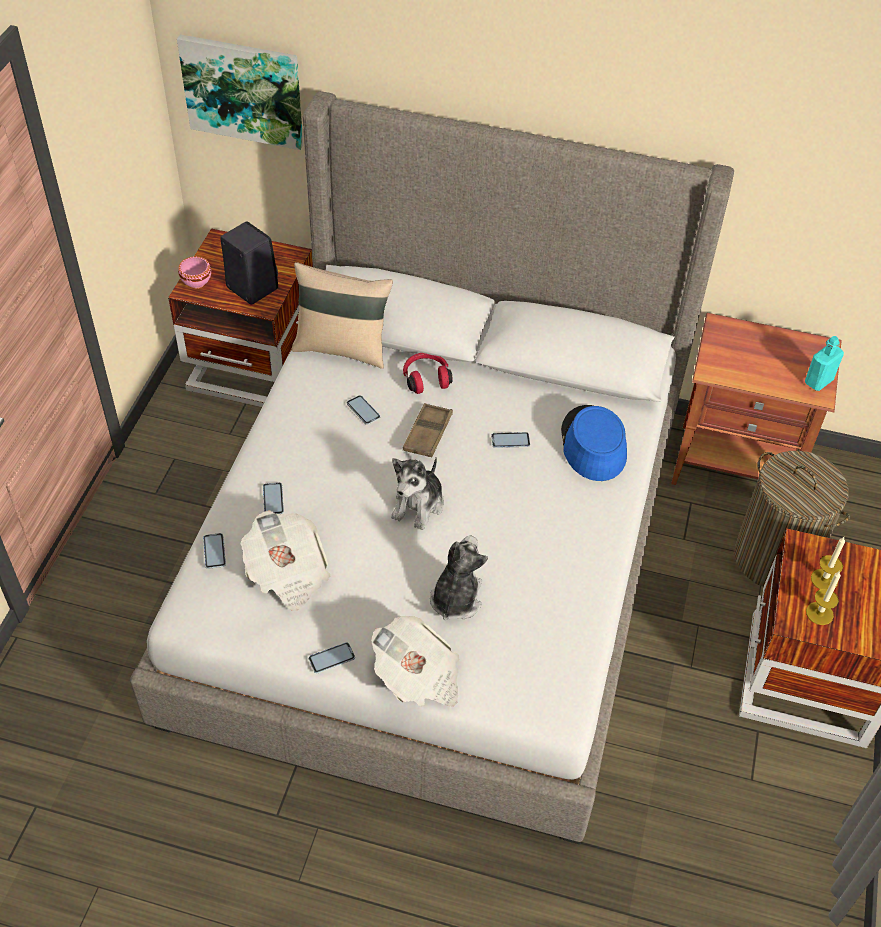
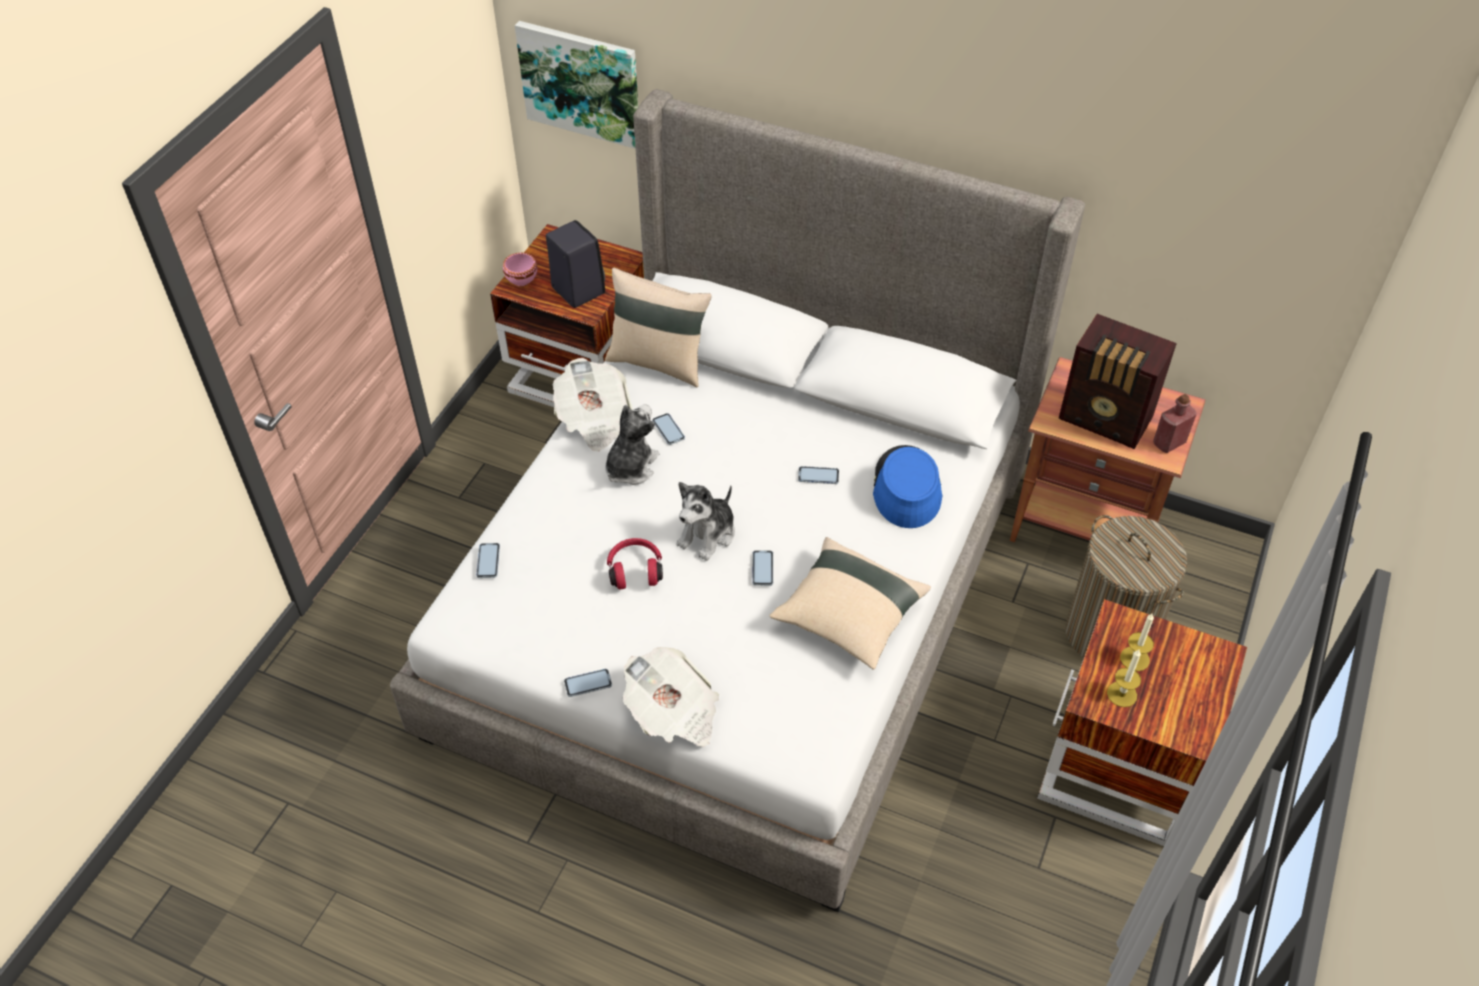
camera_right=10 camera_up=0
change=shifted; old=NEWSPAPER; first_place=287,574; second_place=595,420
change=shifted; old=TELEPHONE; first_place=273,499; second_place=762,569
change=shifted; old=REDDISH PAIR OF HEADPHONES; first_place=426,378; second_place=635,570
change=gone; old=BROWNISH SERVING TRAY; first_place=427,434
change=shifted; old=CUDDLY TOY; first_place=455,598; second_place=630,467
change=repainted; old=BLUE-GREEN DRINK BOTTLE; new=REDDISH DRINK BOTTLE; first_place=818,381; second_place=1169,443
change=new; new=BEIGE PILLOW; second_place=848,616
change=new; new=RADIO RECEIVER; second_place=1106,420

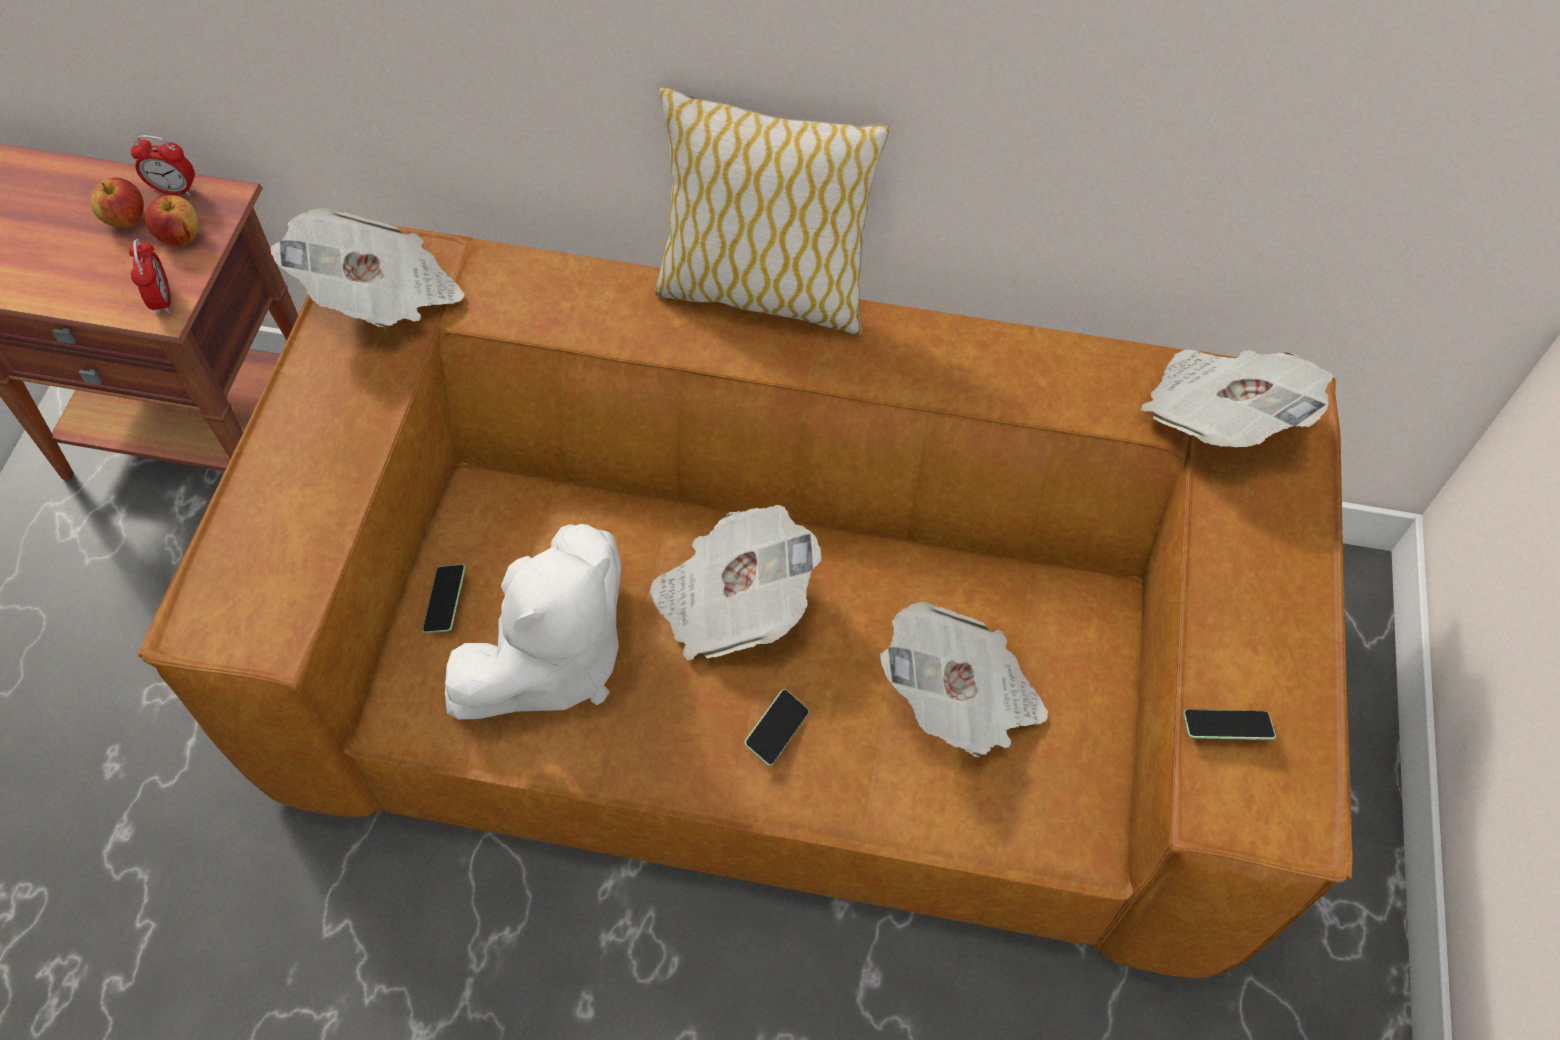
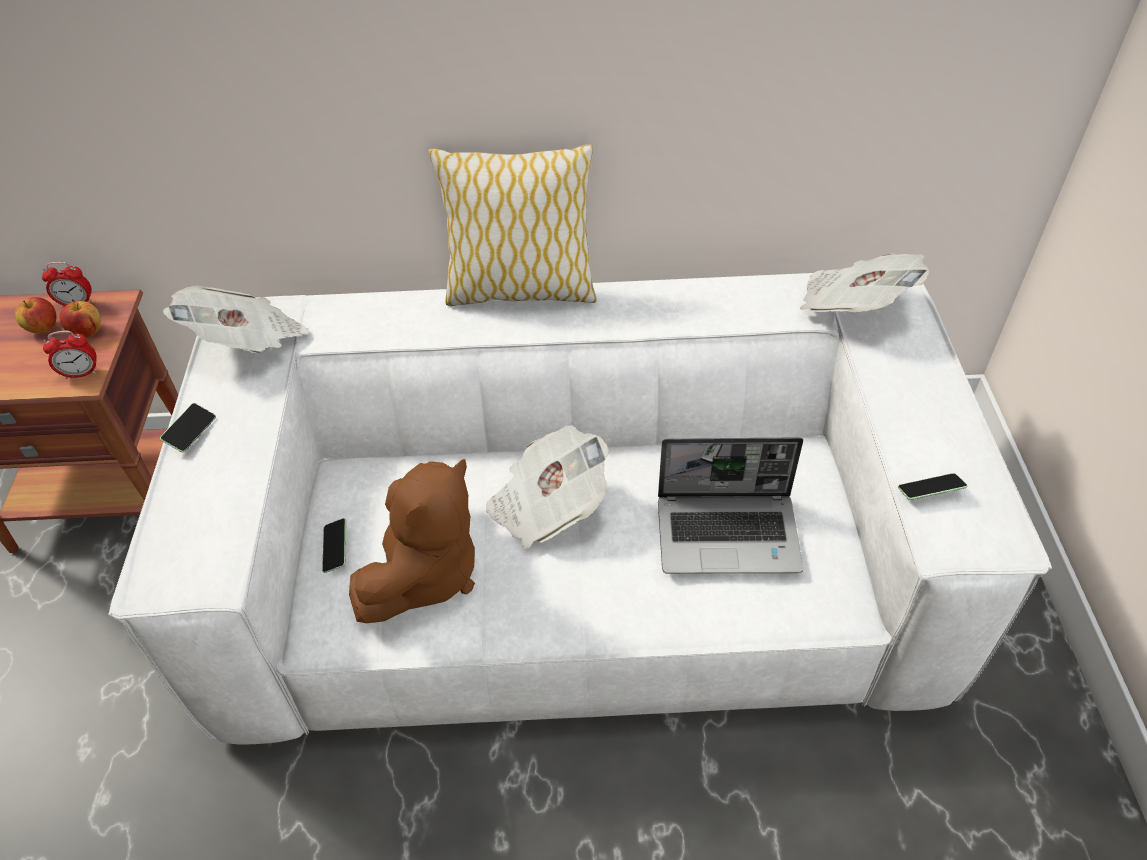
camera_right=-10 camera_up=-10
change=rotated; old=BEDSIDE CLOCK; first_place=162,300; second_place=81,373; degrees=105
change=repainted; old=BROWNISH COUCH; new=WHITE COUCH; first_place=775,670; second_place=578,570
change=repainted; old=WHITE CUDDLY TOY; new=BROWNISH CUDDLY TOY; first_place=551,661; second_place=425,573
change=shifted; old=TELEPHONE; first_place=777,731; second_place=191,433
change=swapped; old=NEWSPAPER; new=PORTABLE COMPUTER; first_place=960,699; second_place=729,533

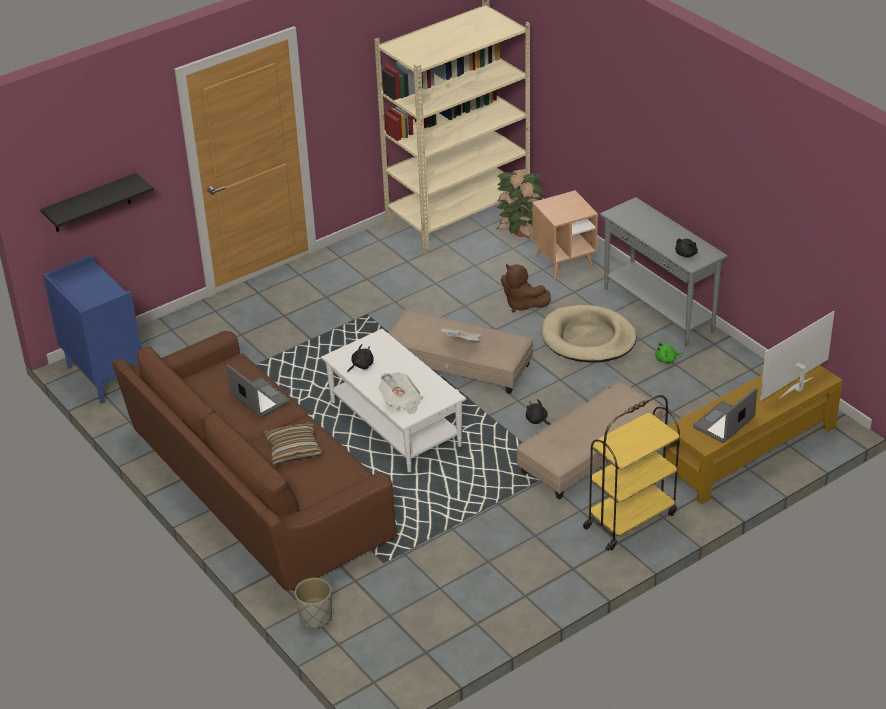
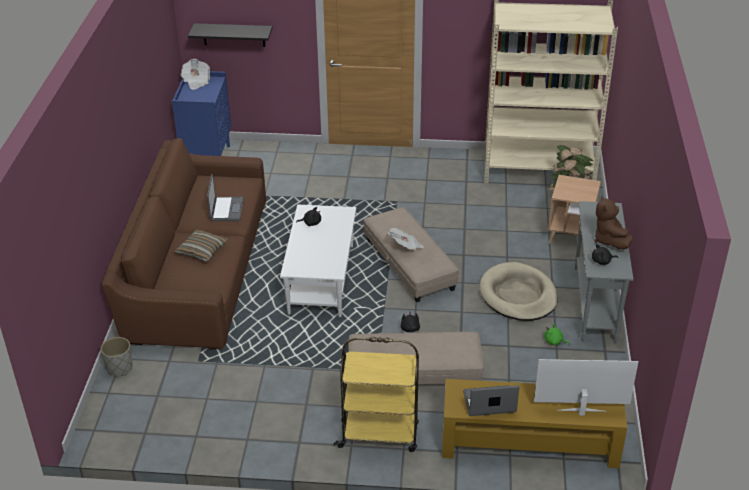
camera_right=40 camera_up=0
change=shifted; old=NEWSPAPER; first_place=401,402; second_place=196,81
change=shifted; old=BROWNISH CUDDLY TOY; first_place=522,304; second_place=609,240

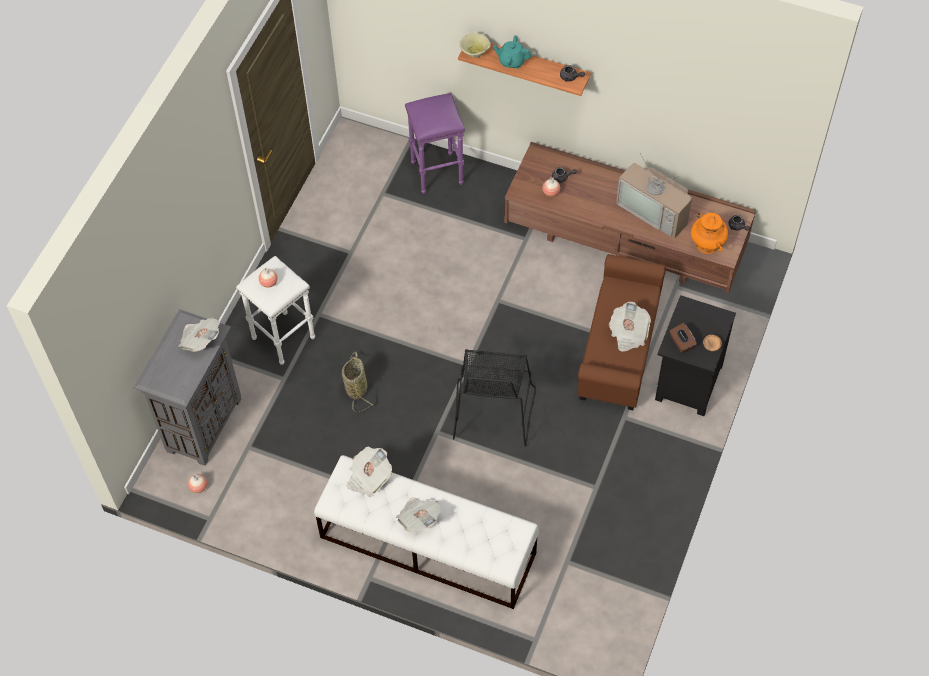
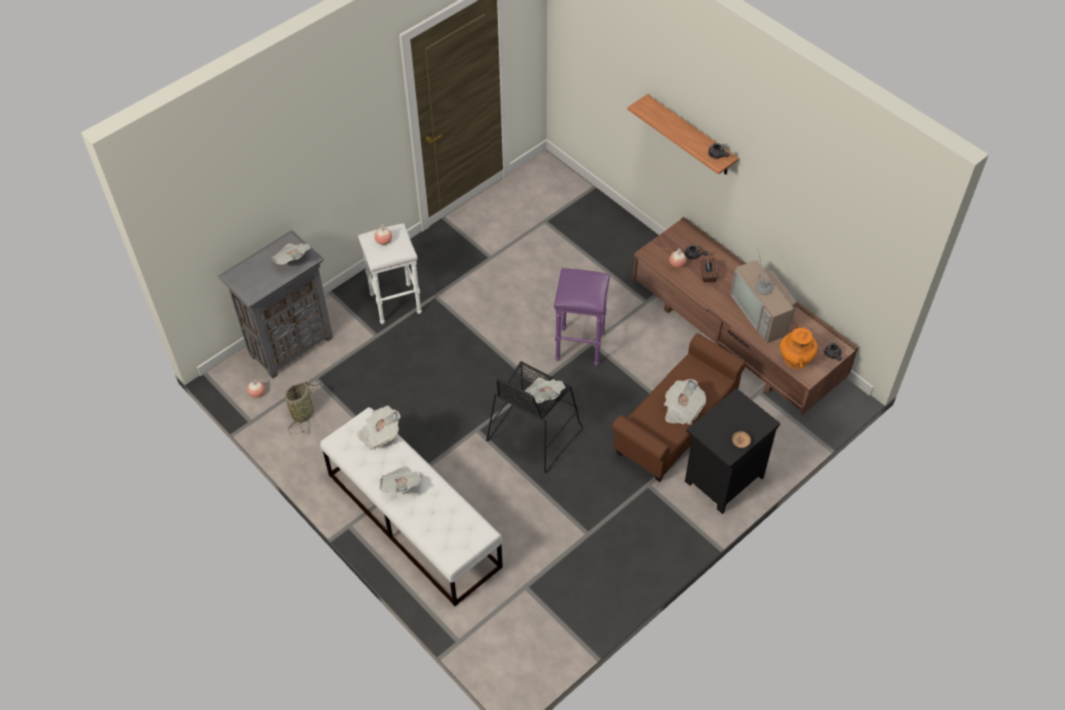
camera_right=25 camera_up=-5
change=shifted; old=HOUSEHOLD BASKET; first_place=356,387; second_place=303,412
change=shifted; old=PURPLISH STOOL; first_place=437,171; second_place=581,345
change=gone; old=BEIGE DEEP DISH; first_place=475,51
change=gone; old=BLUE-GREEN TEAPOT; first_place=511,61
change=shifted; old=BROWNISH BOX OF TISSUES; first_place=681,343; second_place=707,275
change=new; new=NEWSPAPER; second_place=543,396

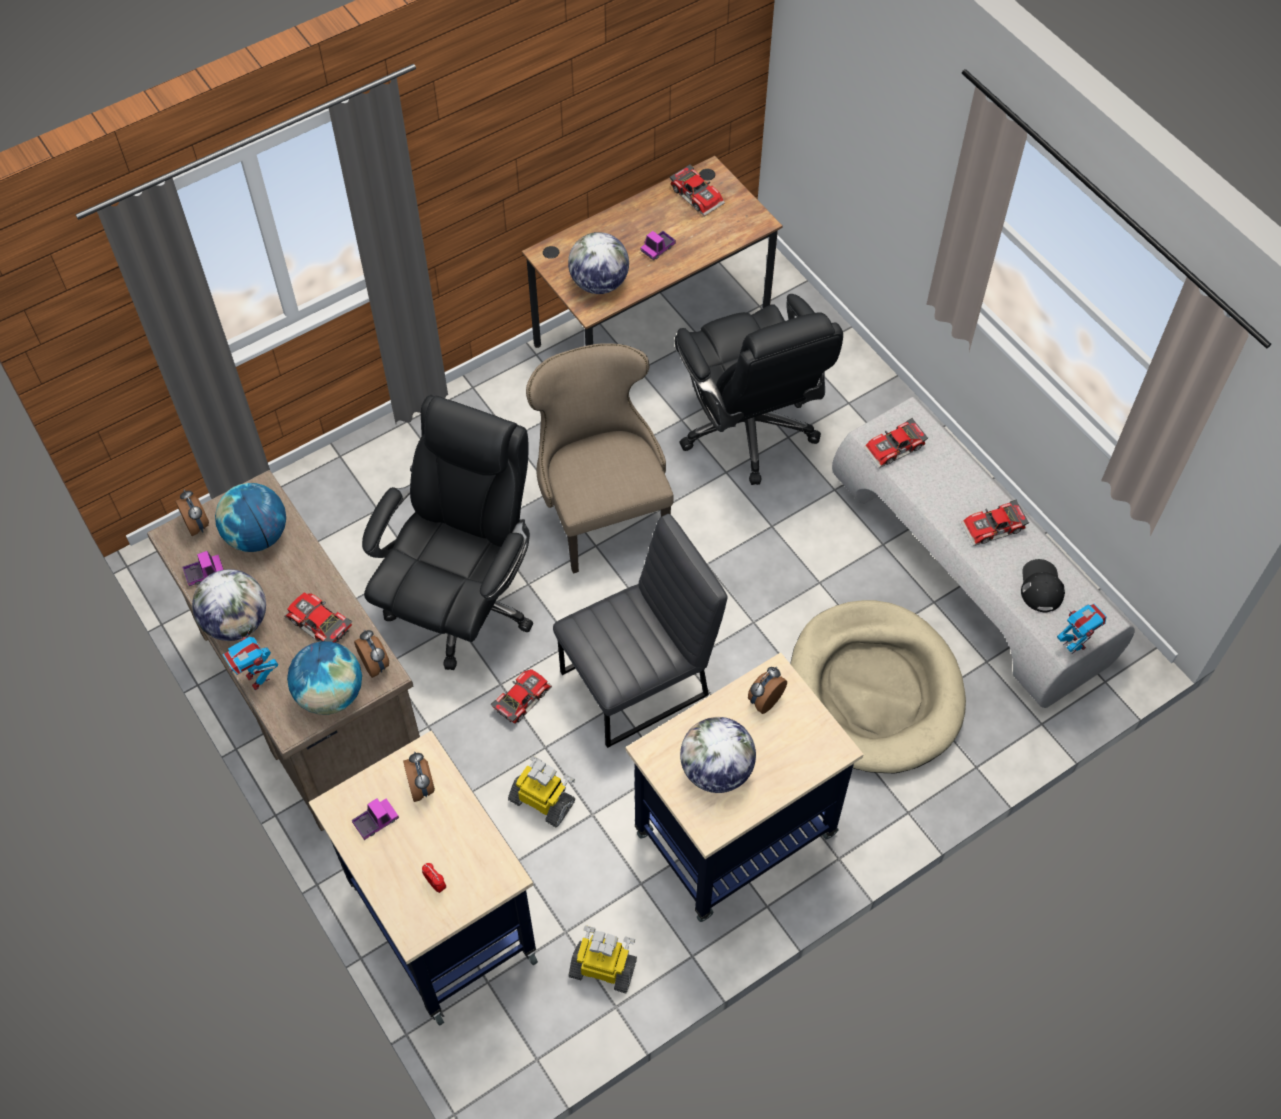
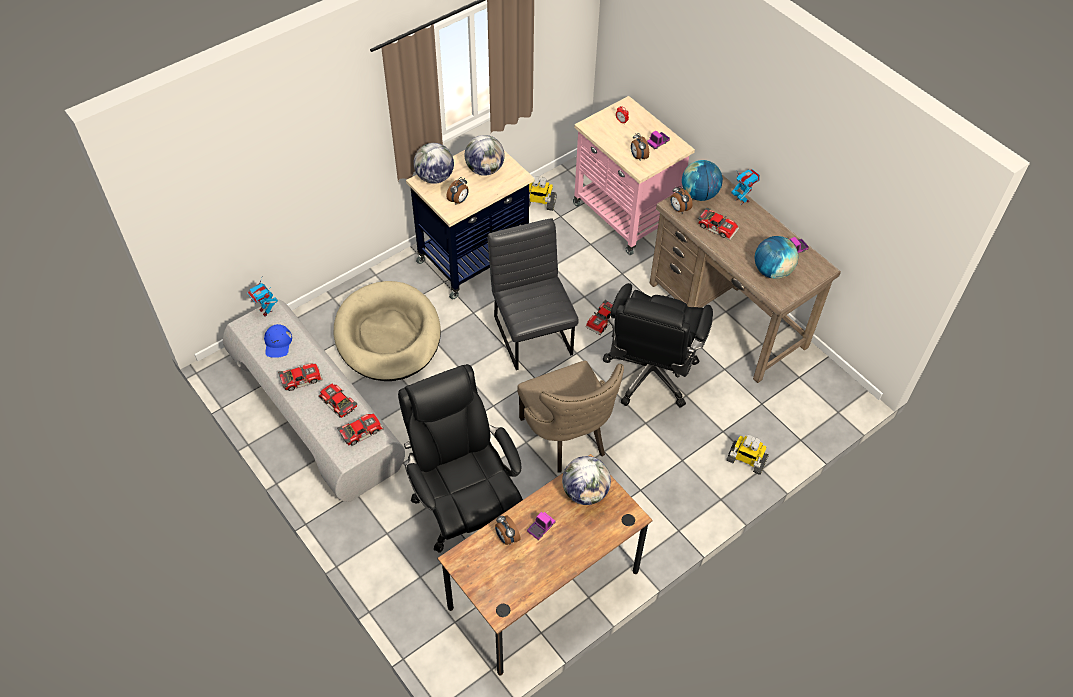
camera_right=175 camera_up=-5
change=shifted; old=BEDSIDE CLOCK; first_place=198,525; second_place=506,537
change=shifted; old=WORLD GLOBE; first_place=237,622; second_place=434,177
change=repainted; old=BLUISH CART; new=PINK CART; first_place=442,922; second_place=625,217
change=shifted; old=MODEL ROBOT; first_place=543,800; second_place=746,460
change=rotated; old=GRAY CHAIR; first_place=638,682; second_place=532,333; degrees=105
change=shifted; old=MODEL CAR; first_place=698,195; second_place=337,404
change=repainted; old=BLACK-COLOURED CAP; new=BLUISH CAP; first_place=1041,586; second_place=278,343

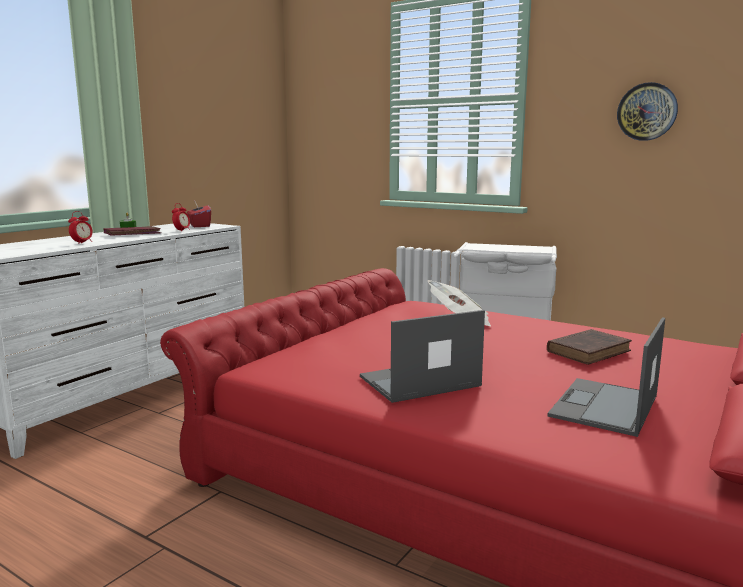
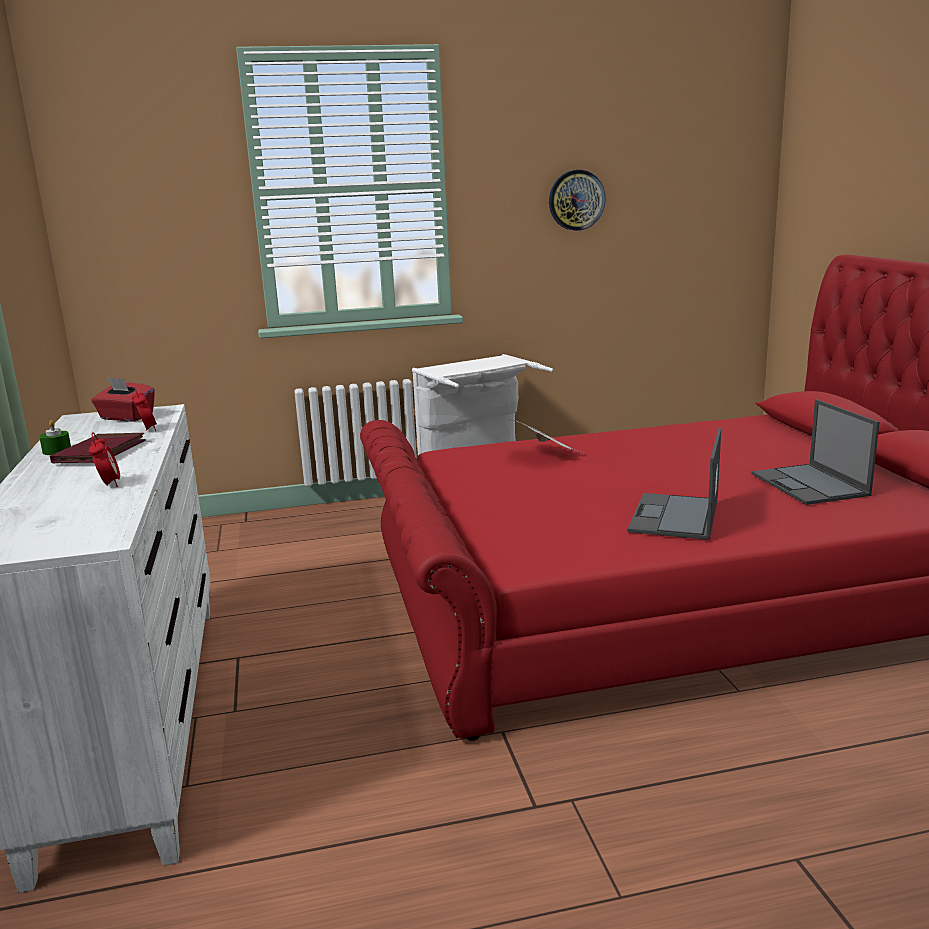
camera_right=-45 camera_up=5
change=gone; old=BROWNISH VOLUME; first_place=590,351

